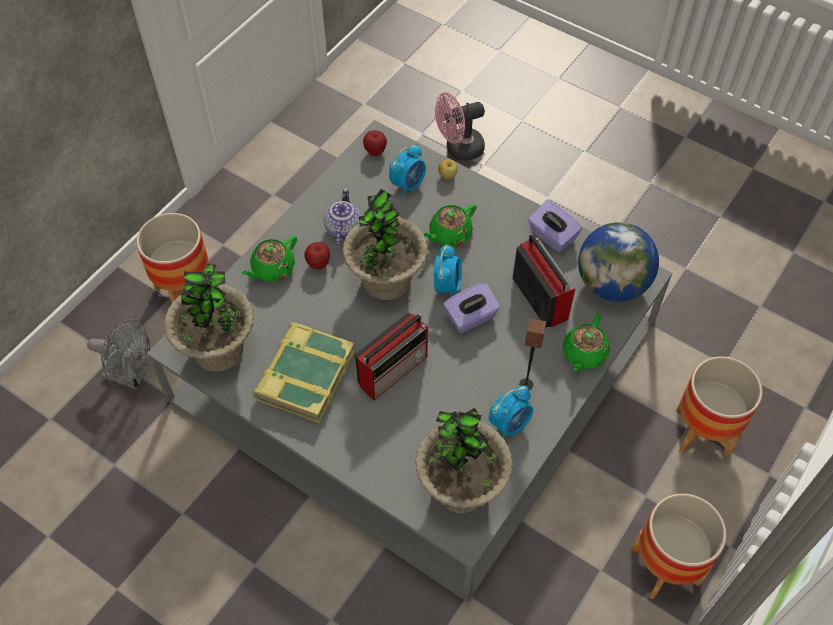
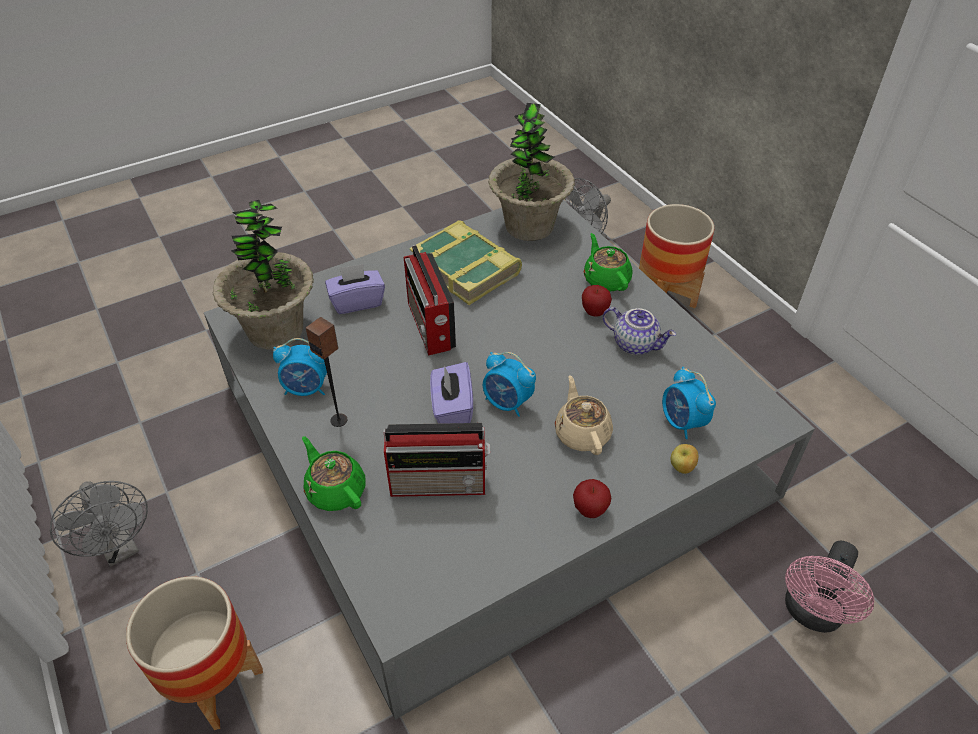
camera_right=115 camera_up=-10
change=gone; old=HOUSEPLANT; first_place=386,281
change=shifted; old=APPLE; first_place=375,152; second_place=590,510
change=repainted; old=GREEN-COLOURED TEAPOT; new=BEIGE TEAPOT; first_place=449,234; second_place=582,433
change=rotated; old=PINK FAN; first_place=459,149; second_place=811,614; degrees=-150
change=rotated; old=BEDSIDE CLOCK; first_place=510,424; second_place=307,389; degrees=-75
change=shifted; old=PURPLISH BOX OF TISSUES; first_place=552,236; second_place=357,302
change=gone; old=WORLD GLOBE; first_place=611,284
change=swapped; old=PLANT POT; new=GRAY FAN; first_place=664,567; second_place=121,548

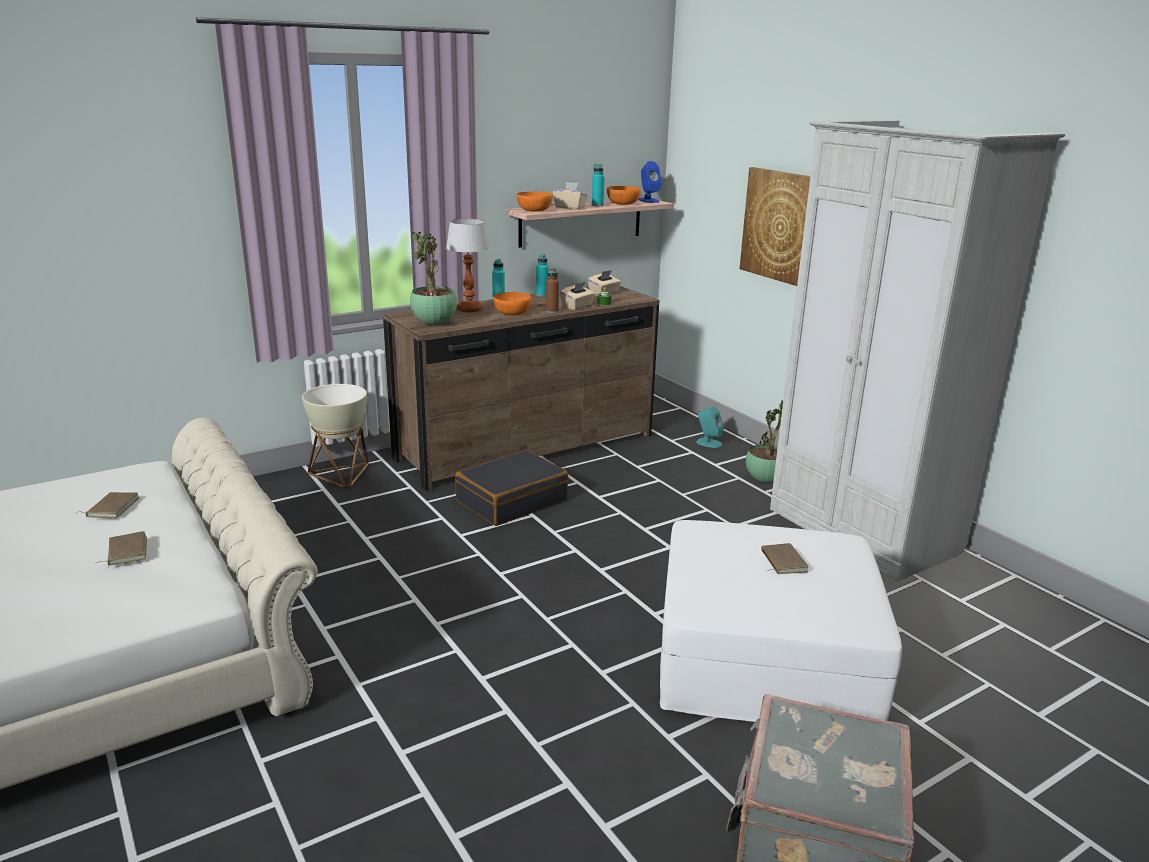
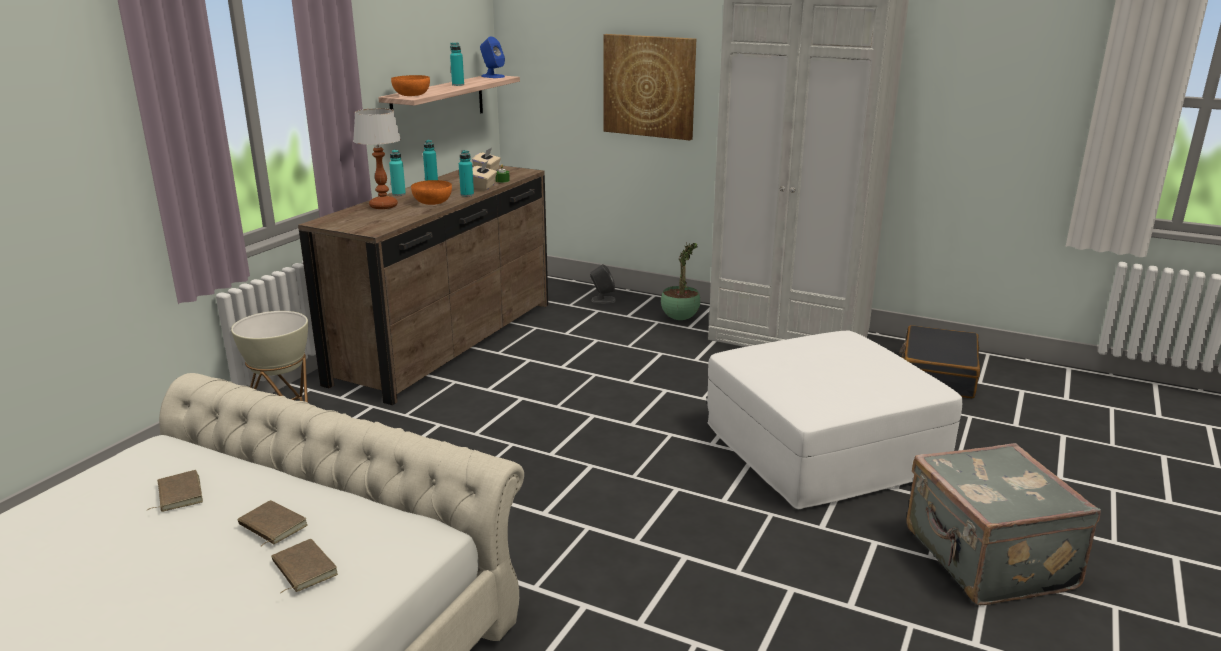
camera_right=-30 camera_up=0
change=gone; old=HOUSEPLANT; first_place=434,324
change=shifted; old=BLACK-COLOURED SUITCASE; first_place=511,500; second_place=937,375
change=repainted; old=BROWNISH DRINK BOTTLE; new=BLUE-GREEN DRINK BOTTLE; first_place=552,311; second_place=467,195
change=gone; old=BEIGE BOX OF TISSUES; first_place=570,207
change=gone; old=ORANGEY DEEP DISH; first_place=623,204
change=repainted; old=BLUE-GREEN AUDIO SPEAKER; new=GRAY AUDIO SPEAKER; first_place=708,443; second_place=603,300
change=shifted; old=BROWNISH VOLUME; first_place=782,561; second_place=302,569

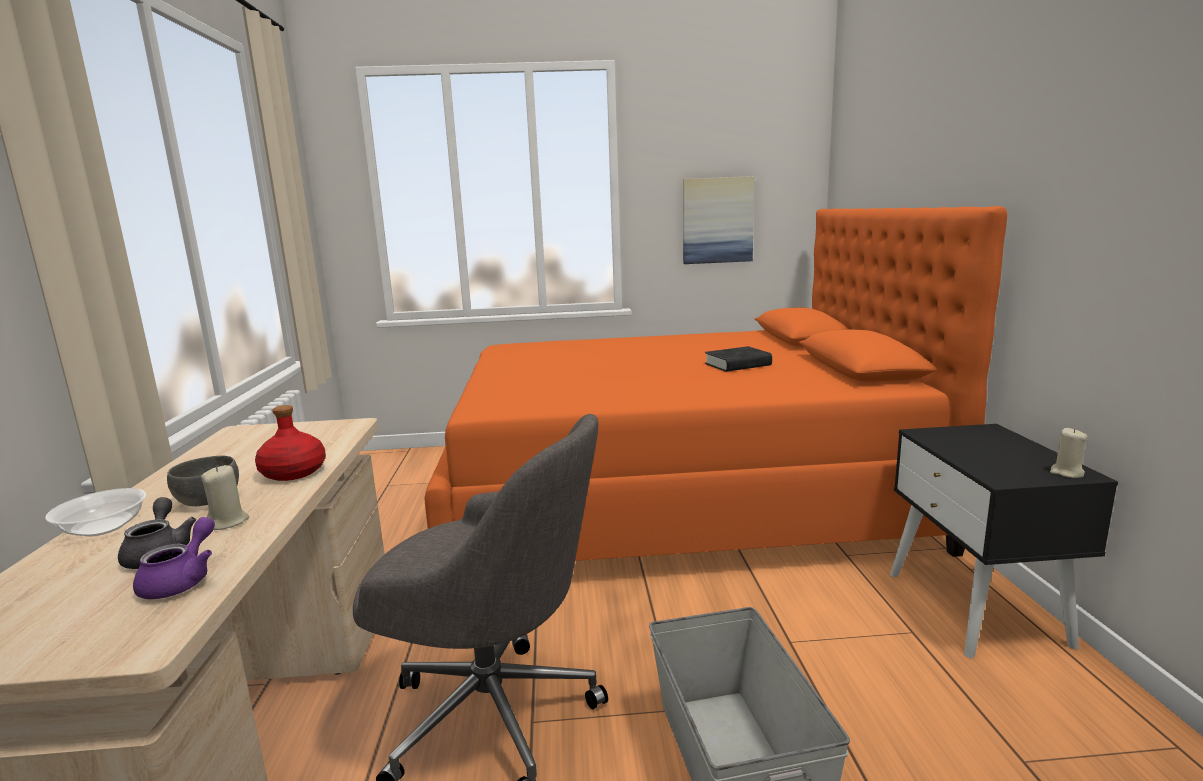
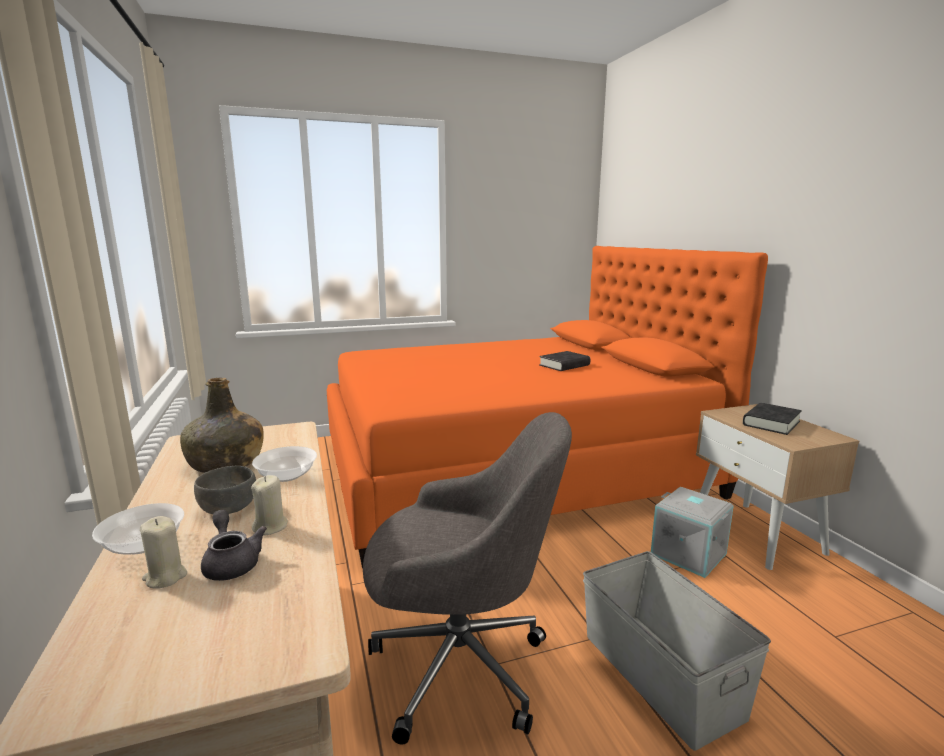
camera_right=-15 camera_up=0
change=gone; old=PURPLISH TEAPOT; first_place=182,580
change=swapped; old=REDDISH DRINK BOTTLE; new=DEEP DISH; first_place=294,472; second_place=286,475
change=gone; old=PICTURE; first_place=717,220
change=repainted; old=BLACK-COLOURED NIGHT TABLE; new=BEIGE NIGHT TABLE; first_place=976,608; second_place=757,534
change=shifted; old=BEIGE CANDLE; first_place=1066,473; second_place=165,577
change=new; new=GREEN-COLOURED DRINK BOTTLE; second_place=226,463
change=new; new=GRAY STORAGE BOX; second_place=689,553
change=new; new=BLACK-COLOURED VOLUME; second_place=771,423

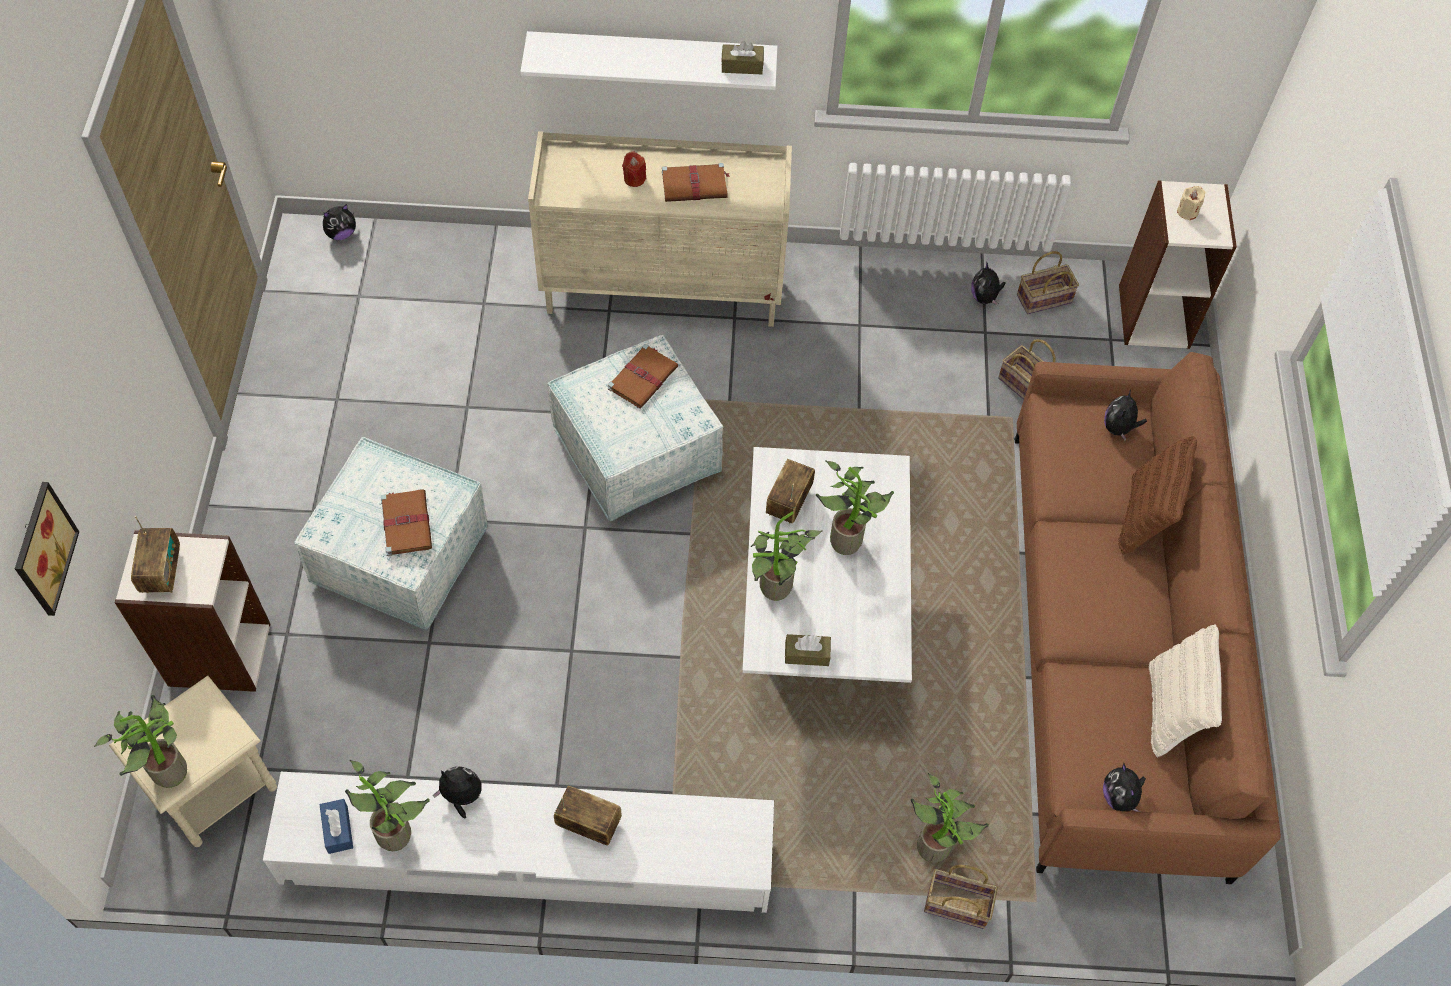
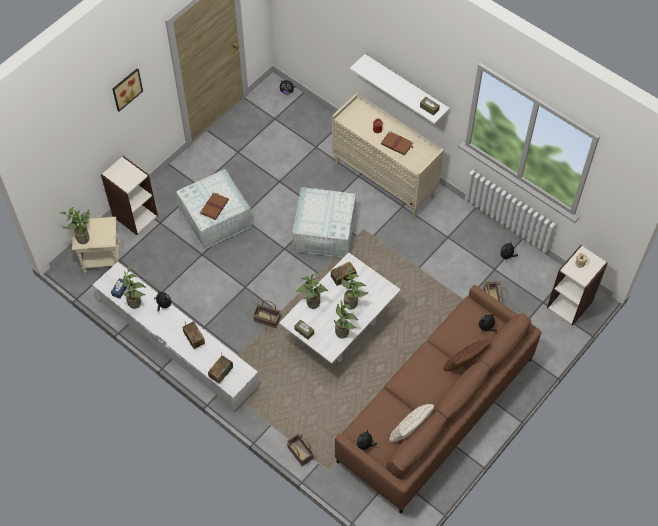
camera_right=40 camera_up=0
change=shifted; old=PICTURE; first_place=40,549; second_place=126,88
change=shifted; old=RADIO RECEIVER; first_place=161,571; second_place=221,373
change=gone; old=BROWNISH VOLUME; first_place=643,377
change=shifted; old=HOUSEPLANT; first_place=937,846; second_place=344,333
change=shifted; old=HOUSEHOLD BASKET; first_place=1043,300; second_place=266,320

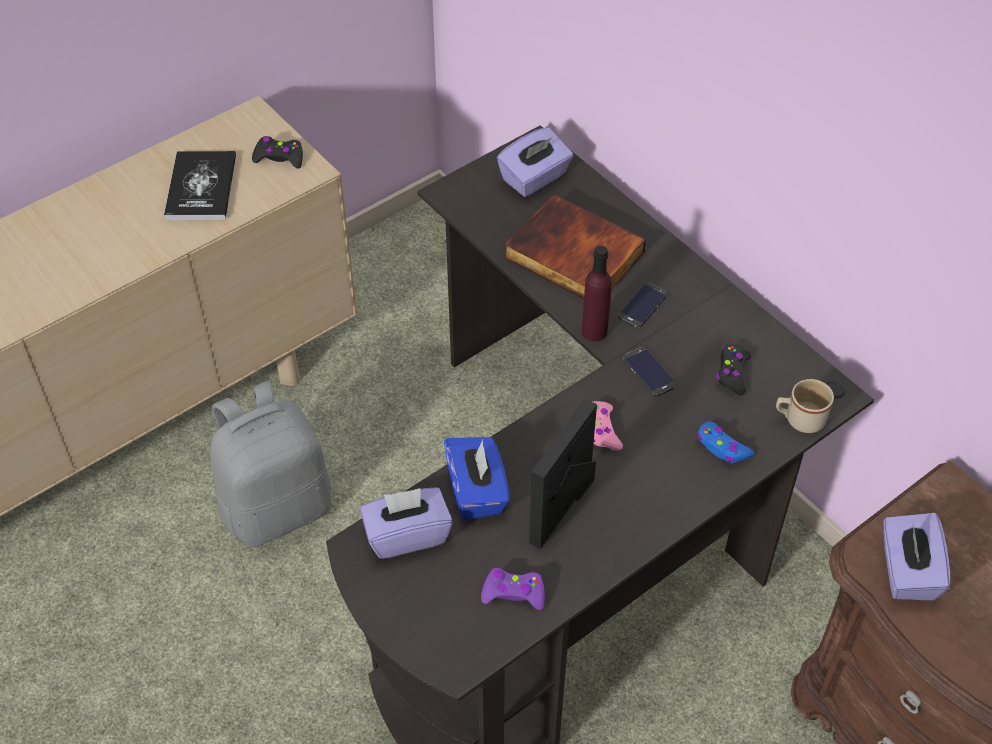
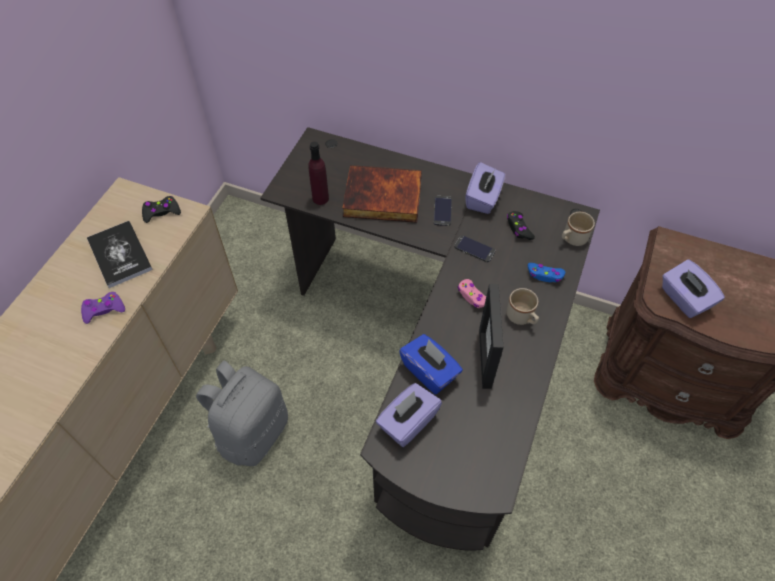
camera_right=-30 camera_up=5
change=shifted; old=PURPLISH GAMEPAD; first_place=513,593; second_place=103,310
change=shifted; old=PURPLISH BOX OF TISSUES; first_place=534,178; second_place=483,199
change=shifted; old=PURPLISH DRINK BOTTLE; first_place=594,331; second_place=320,198
change=new; new=BEIGE COFFEE MUG; second_place=522,318

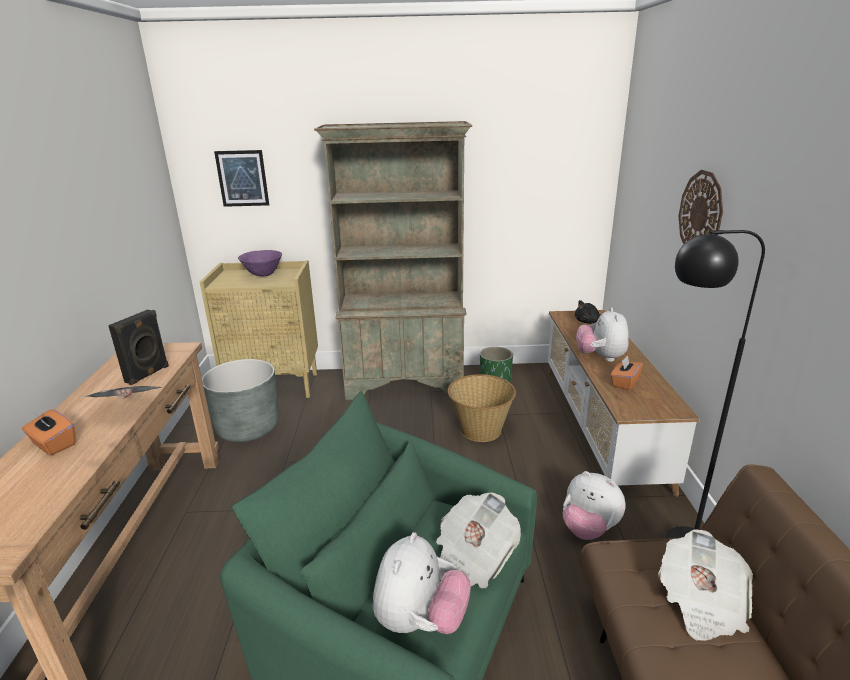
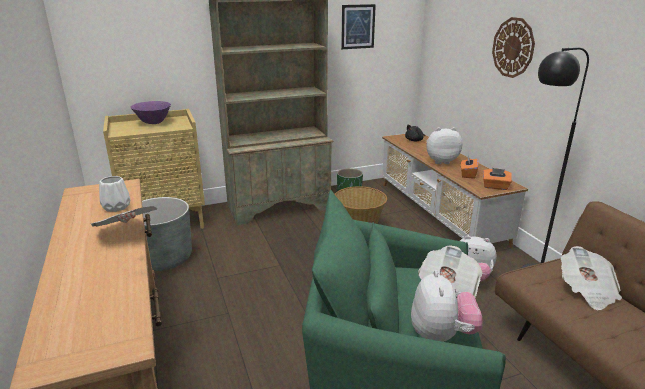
camera_right=-20 camera_up=0
change=shifted; old=ORANGEY BOX OF TISSUES; first_place=53,444; second_place=495,187
change=swapped; old=BLACK-COLOURED AUDIO SPEAKER; new=WHITE DECORATIVE VASE; first_place=148,374; second_place=116,207
change=shifted; old=PICTURE; first_place=242,178; second_place=358,26
change=rotated; old=CUDDLY TOY; first_place=600,357; second_place=440,161; degrees=105

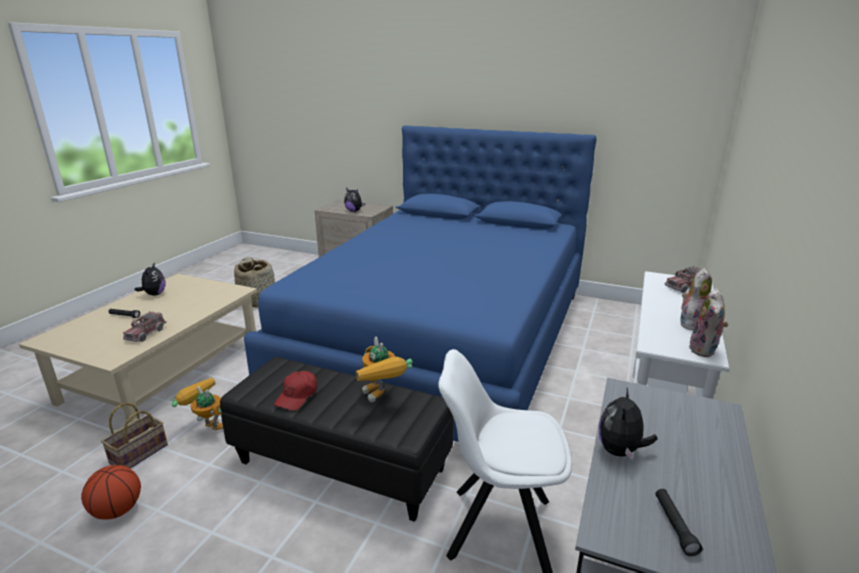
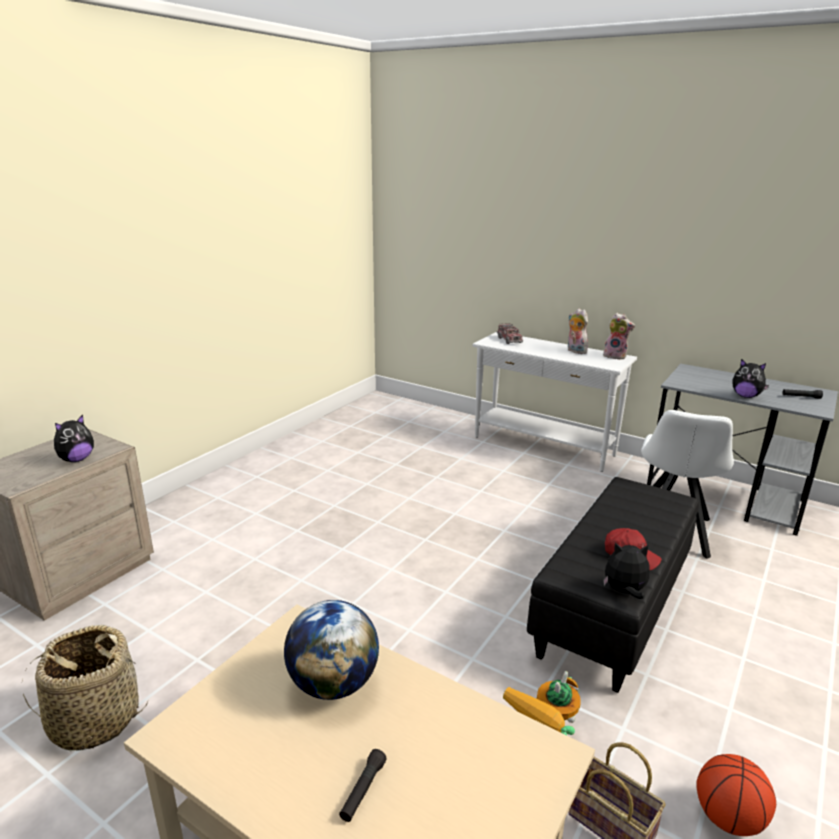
camera_right=-80 camera_up=0
change=gone; old=MODEL TRUCK; first_place=146,333
change=shifted; old=CUDDLY TOY; first_place=154,294; second_place=624,591
change=gone; old=BLUISH SLEEPING BED; first_place=444,339
change=gone; old=MODEL ROBOT; first_place=382,398
change=new; new=WORLD GLOBE; second_place=333,683

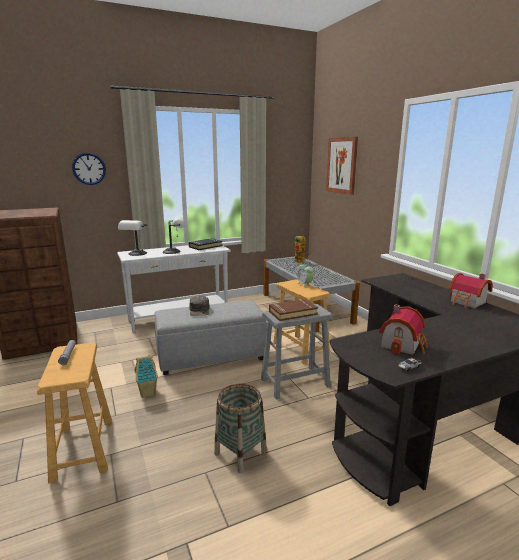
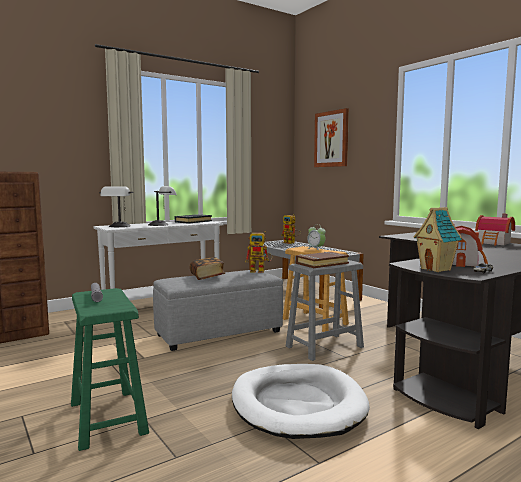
camera_right=-10 camera_up=-10
change=repainted; old=BROWNISH STOOL; new=GREEN-COLOURED STOOL; first_place=83,449; second_place=107,418
change=gone; old=CLOCK ON THE WALL; first_place=89,168
change=shifted; old=MINIATURE HOUSE; first_place=148,392; second_place=436,269
change=swapped; old=GREEN-COLOURED CAP; new=VOLUME; first_place=199,310; second_place=207,277
change=swapped; old=HOUSEHOLD BASKET; new=WHITE PET BED; first_place=240,453; second_place=297,404
change=new; new=MODEL ROBOT; second_place=260,271

